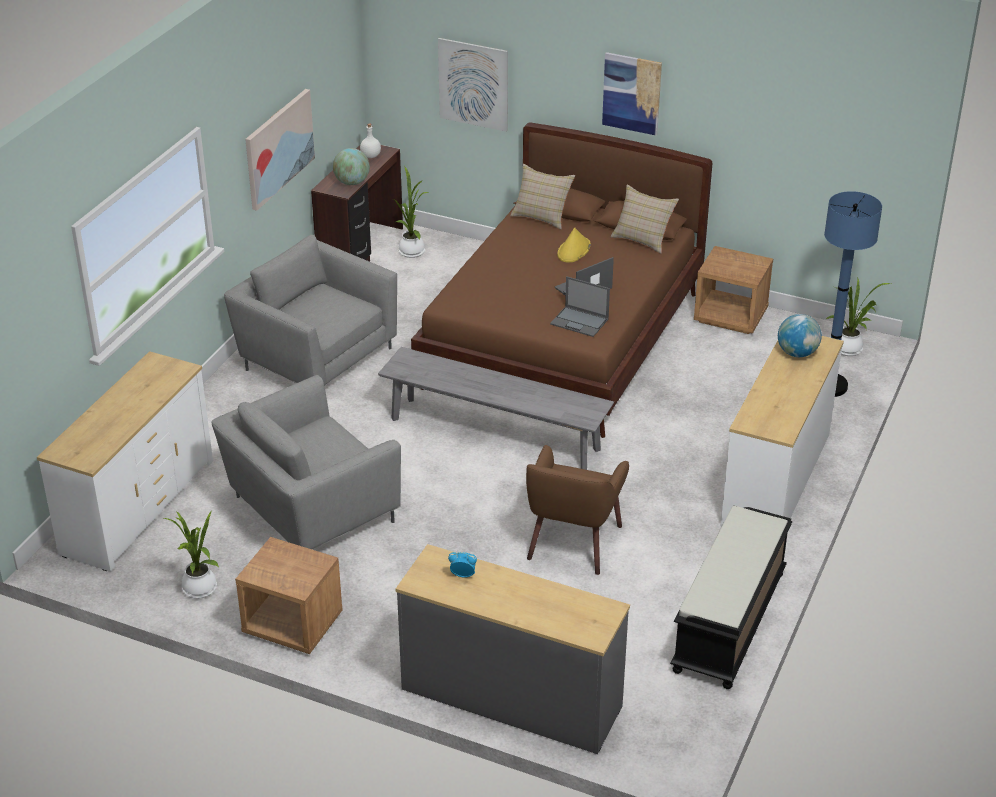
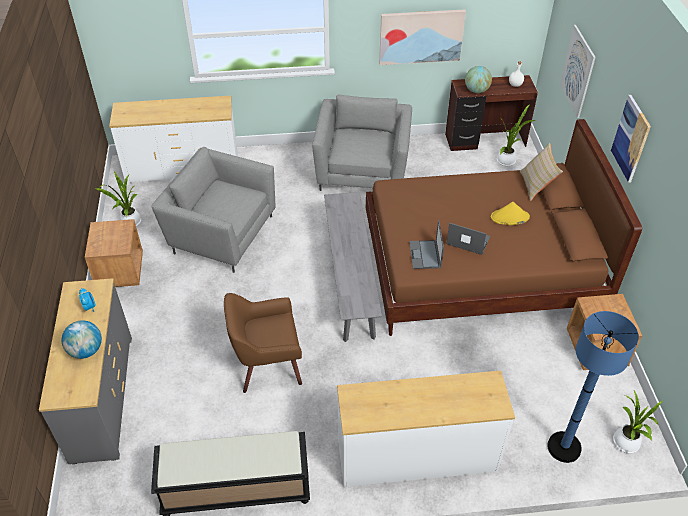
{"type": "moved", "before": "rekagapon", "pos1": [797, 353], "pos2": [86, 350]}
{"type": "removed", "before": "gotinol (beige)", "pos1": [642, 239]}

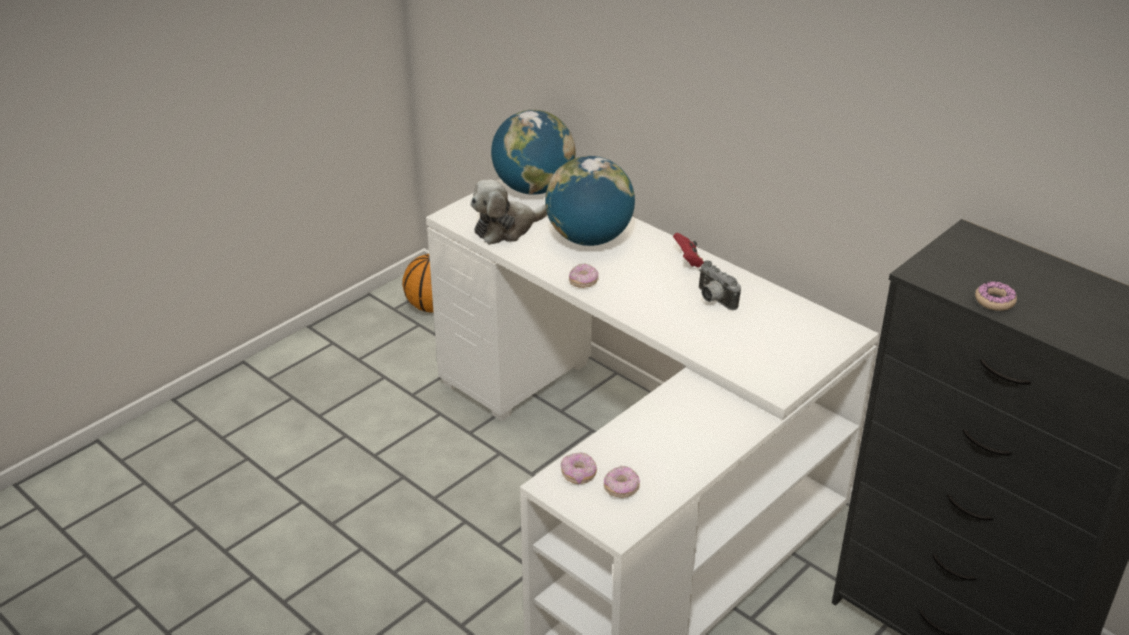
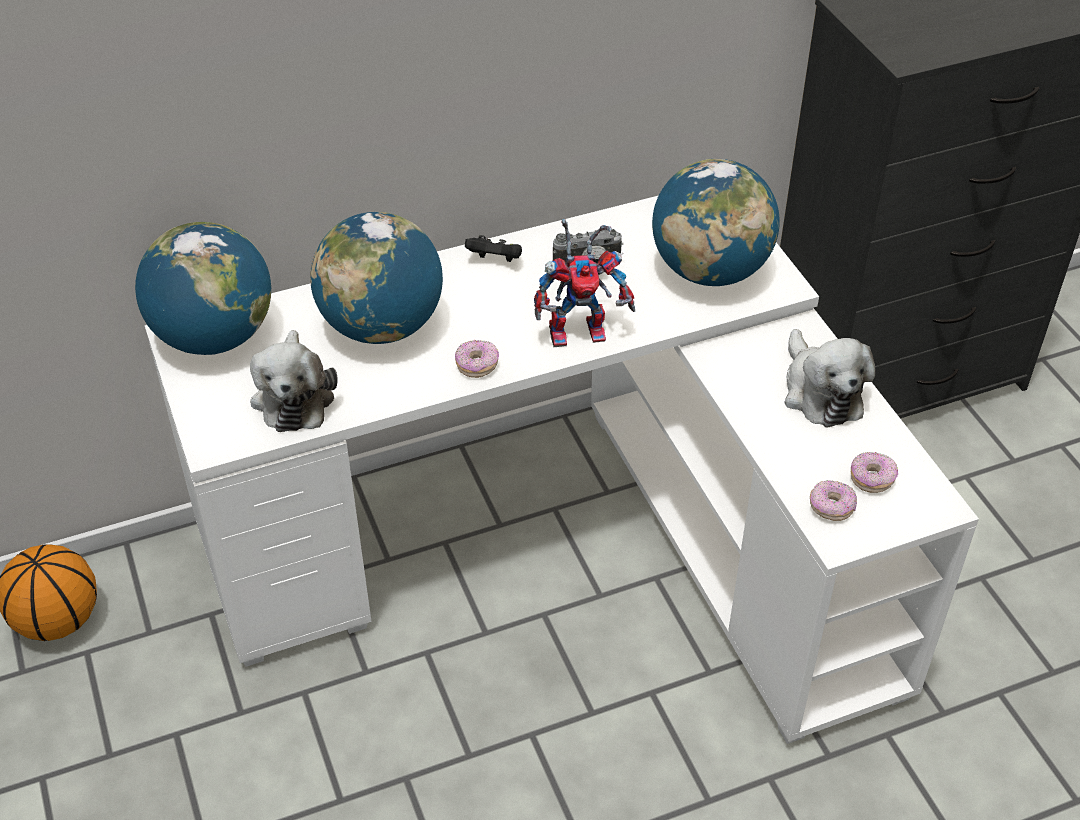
{"type": "recoloured", "before": "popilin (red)", "after": "popilin (black)", "pos1": [688, 261], "pos2": [495, 260]}
{"type": "added", "after": "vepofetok", "pos2": [581, 329]}
{"type": "added", "after": "rekagapon", "pos2": [710, 271]}
{"type": "added", "after": "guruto", "pos2": [820, 392]}
{"type": "removed", "before": "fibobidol", "pos1": [994, 301]}

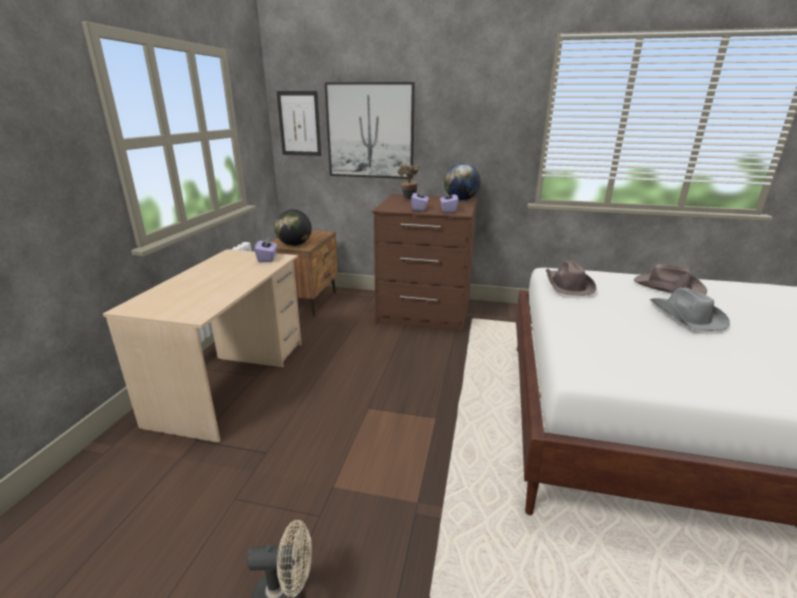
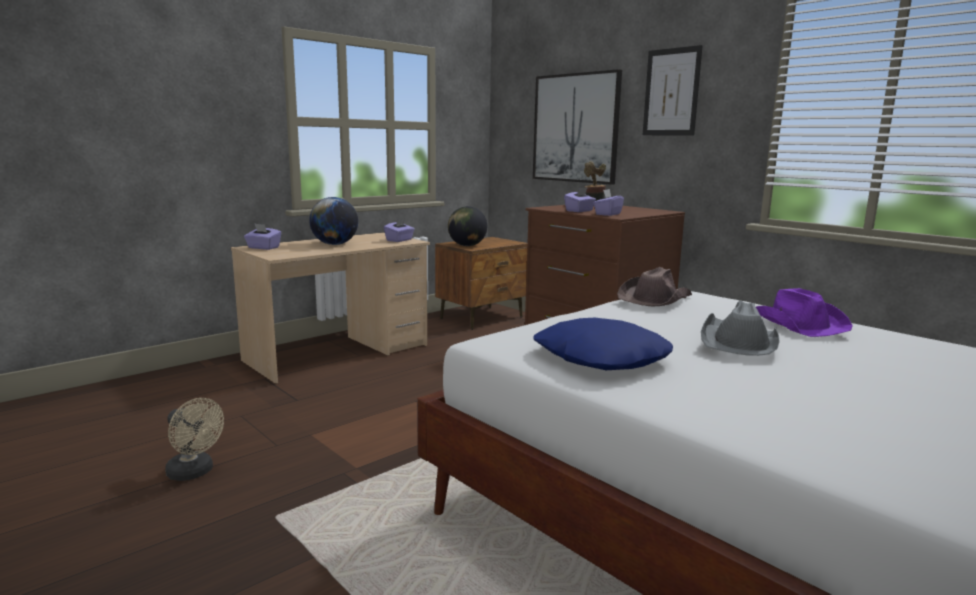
{"type": "added", "after": "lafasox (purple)", "pos2": [263, 248]}
{"type": "moved", "before": "rekagapon", "pos1": [461, 200], "pos2": [335, 244]}
{"type": "added", "after": "gotinol (blue)", "pos2": [600, 357]}
{"type": "moved", "before": "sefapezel", "pos1": [299, 124], "pos2": [671, 92]}
{"type": "recoloured", "before": "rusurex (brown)", "after": "rusurex (purple)", "pos1": [667, 287], "pos2": [799, 323]}

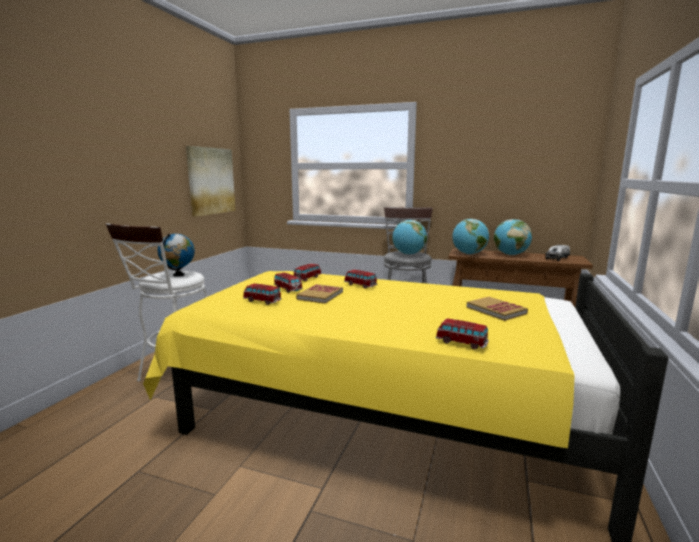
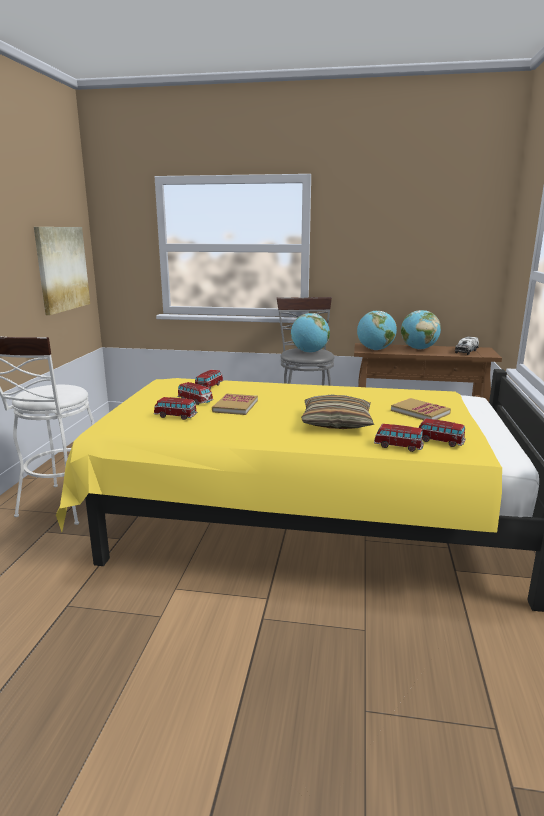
{"type": "added", "after": "gotinol", "pos2": [336, 423]}
{"type": "moved", "before": "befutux", "pos1": [360, 285], "pos2": [439, 441]}
{"type": "removed", "before": "rekagapon", "pos1": [179, 275]}

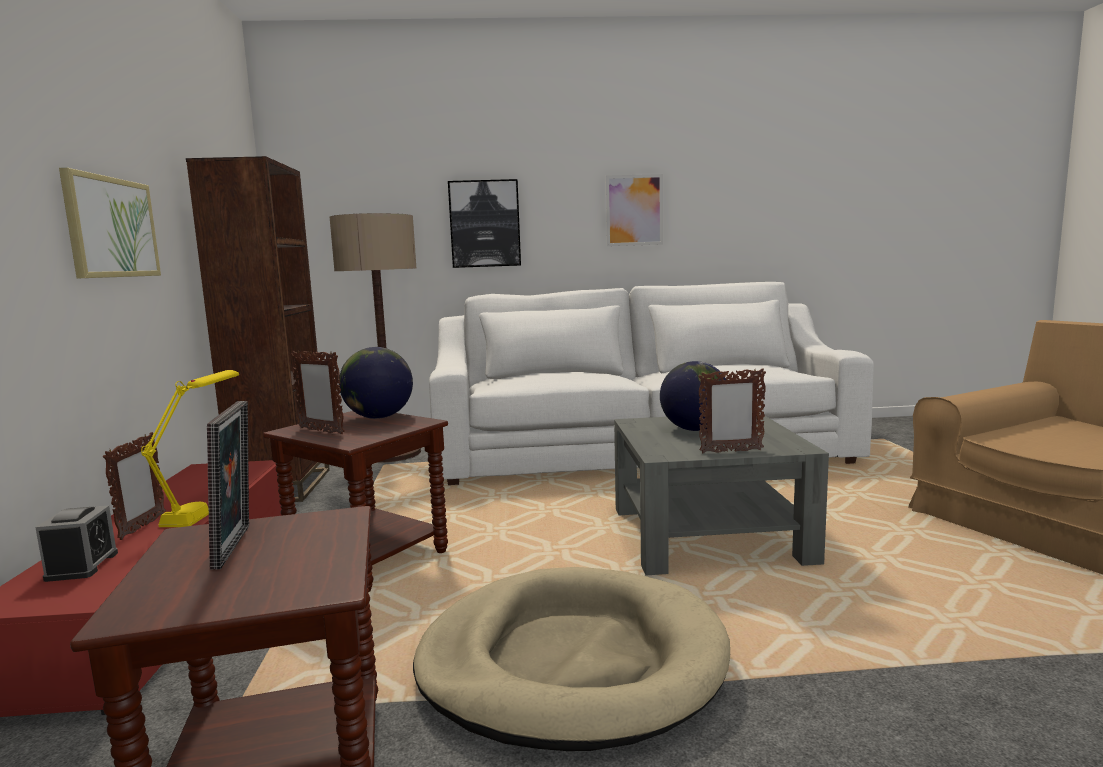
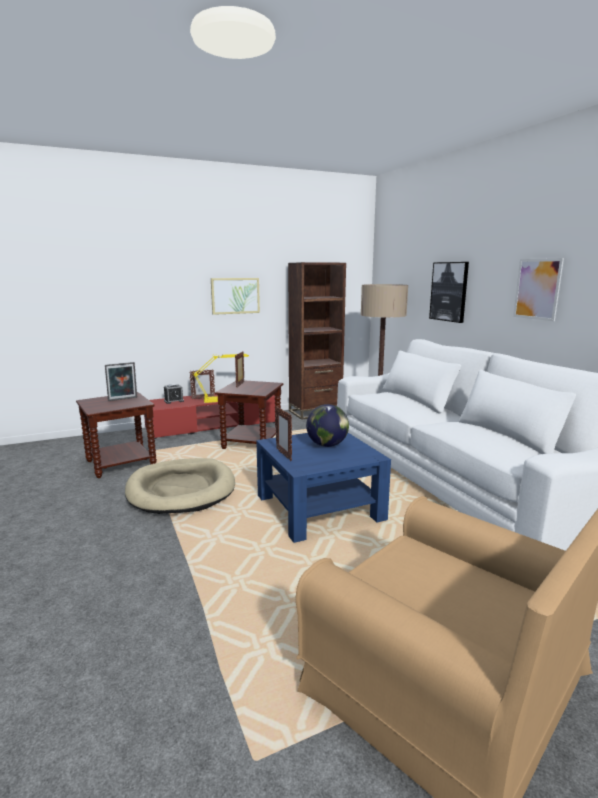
{"type": "recoloured", "before": "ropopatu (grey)", "after": "ropopatu (blue)", "pos1": [708, 534], "pos2": [319, 507]}
{"type": "removed", "before": "rekagapon", "pos1": [379, 417]}

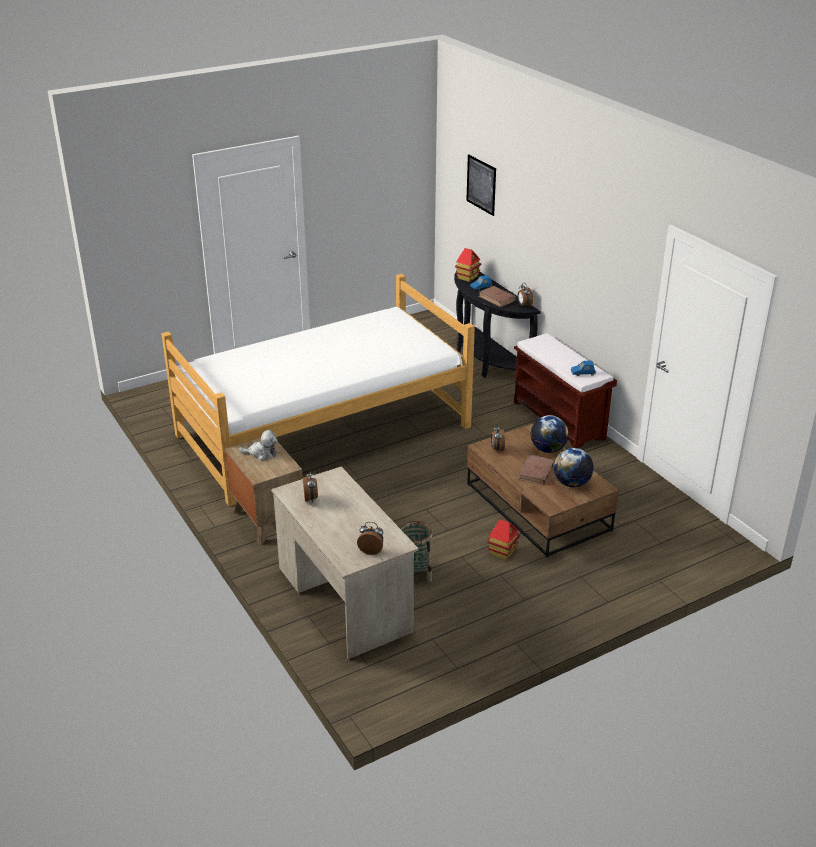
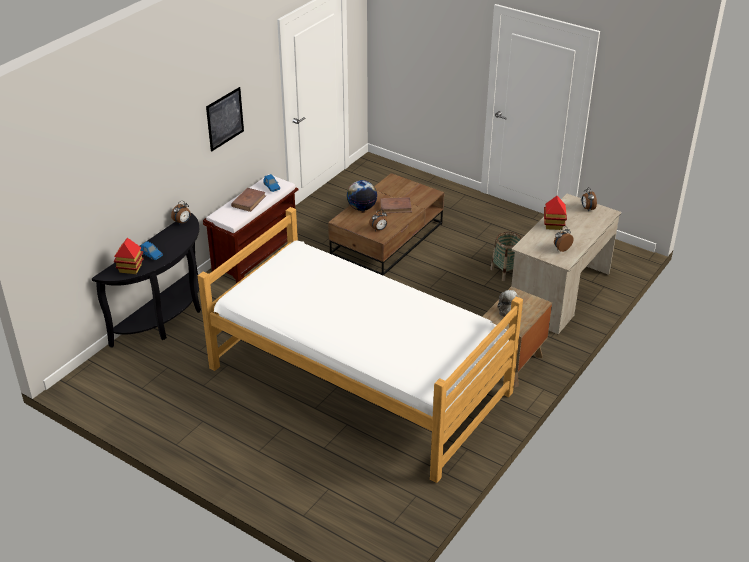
{"type": "moved", "before": "sefapezel", "pos1": [481, 184], "pos2": [225, 119]}
{"type": "moved", "before": "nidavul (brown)", "pos1": [497, 298], "pos2": [249, 201]}
{"type": "moved", "before": "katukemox", "pos1": [502, 552], "pos2": [553, 225]}
{"type": "removed", "before": "rekagapon", "pos1": [571, 483]}

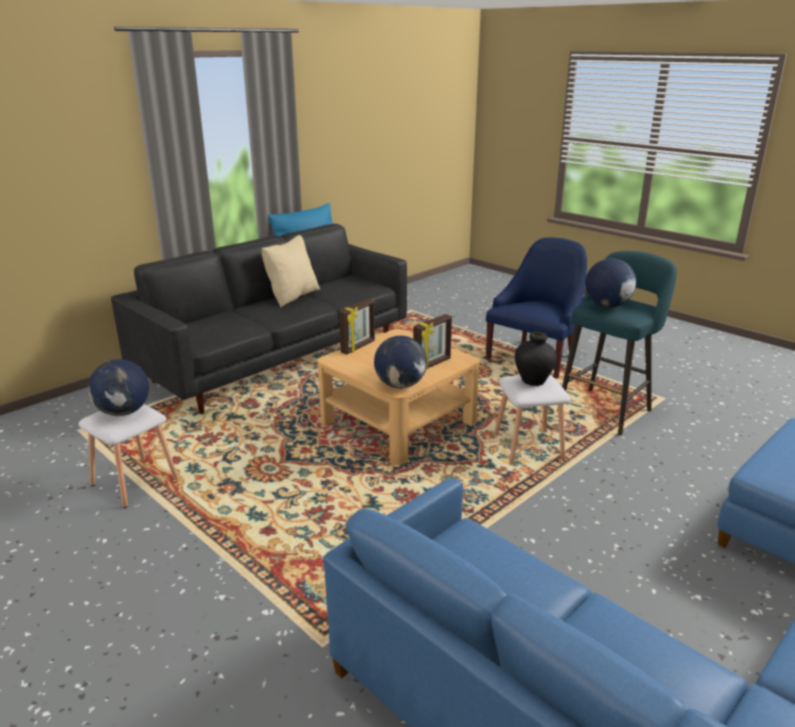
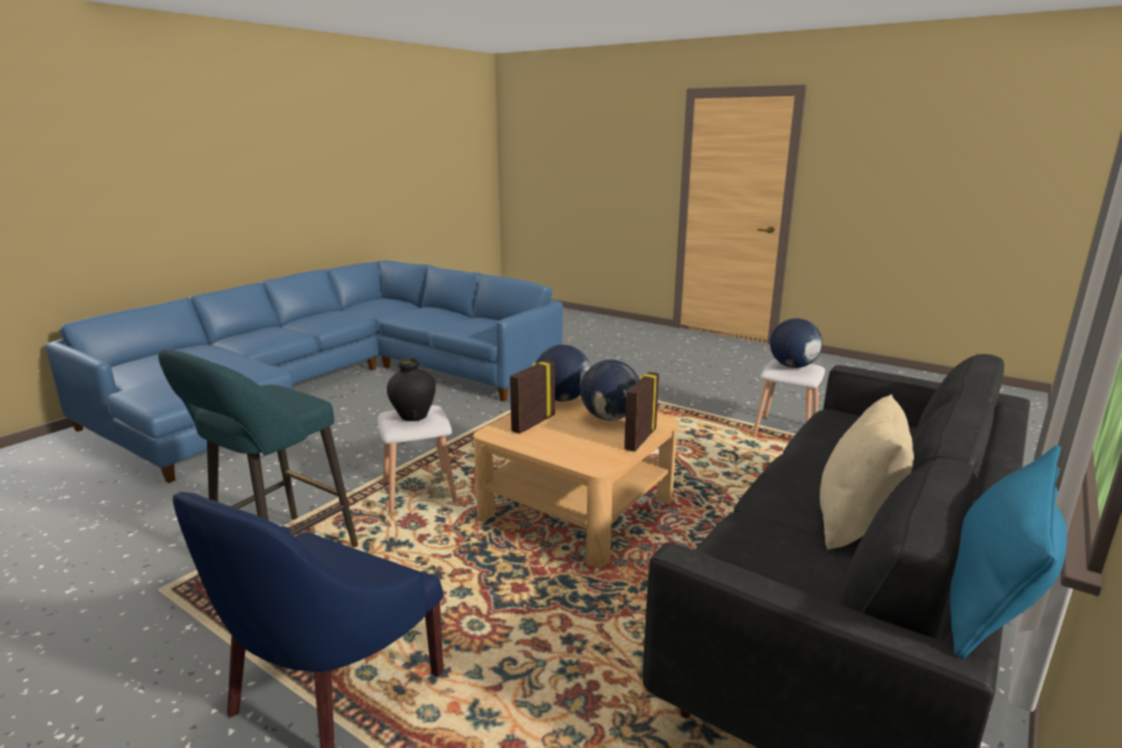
{"type": "moved", "before": "rekagapon", "pos1": [607, 306], "pos2": [610, 418]}

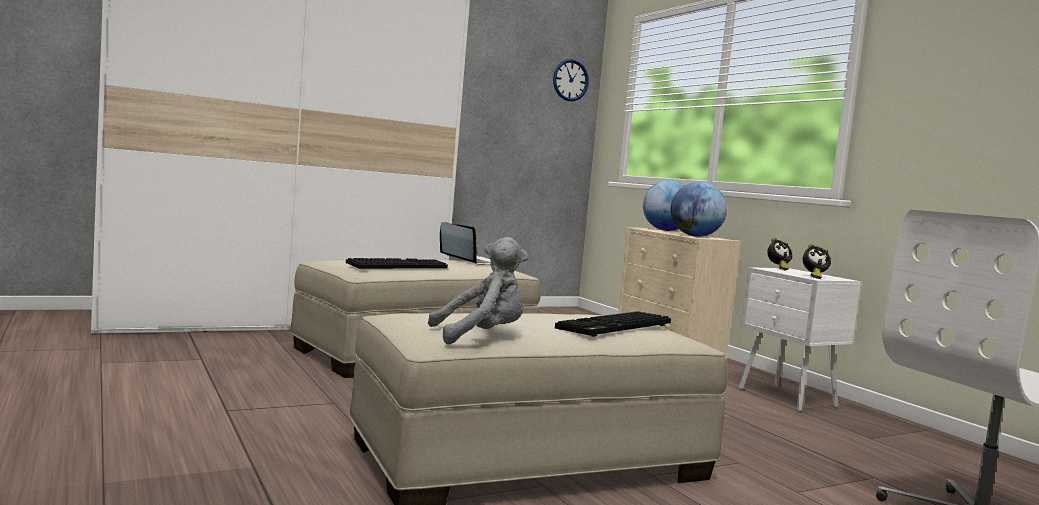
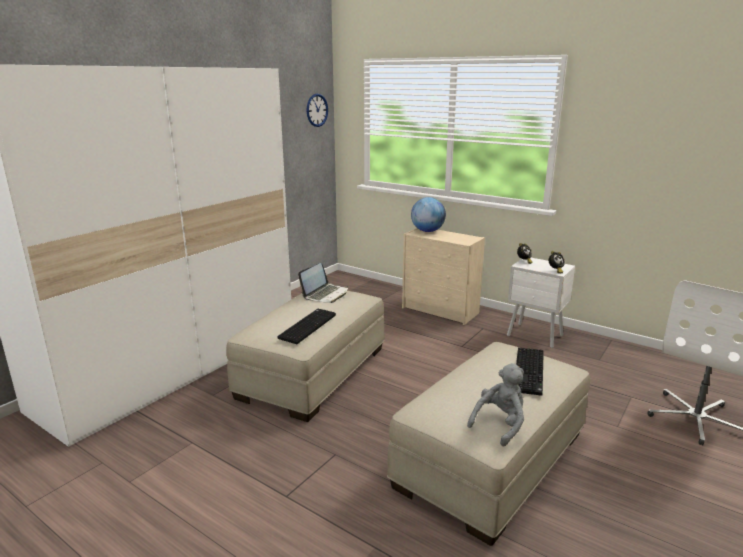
{"type": "turned", "before": "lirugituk", "pos1": [467, 261], "pos2": [325, 294], "turn": 105}
{"type": "removed", "before": "rekagapon", "pos1": [695, 236]}

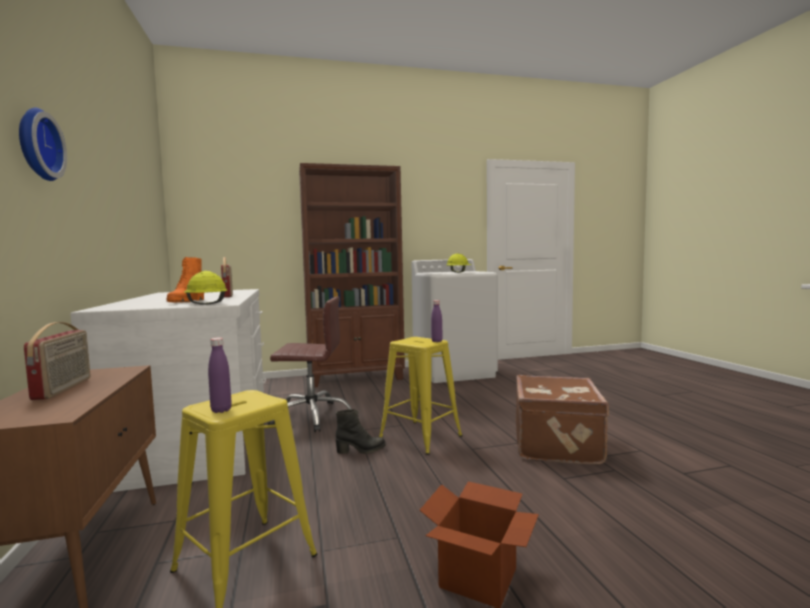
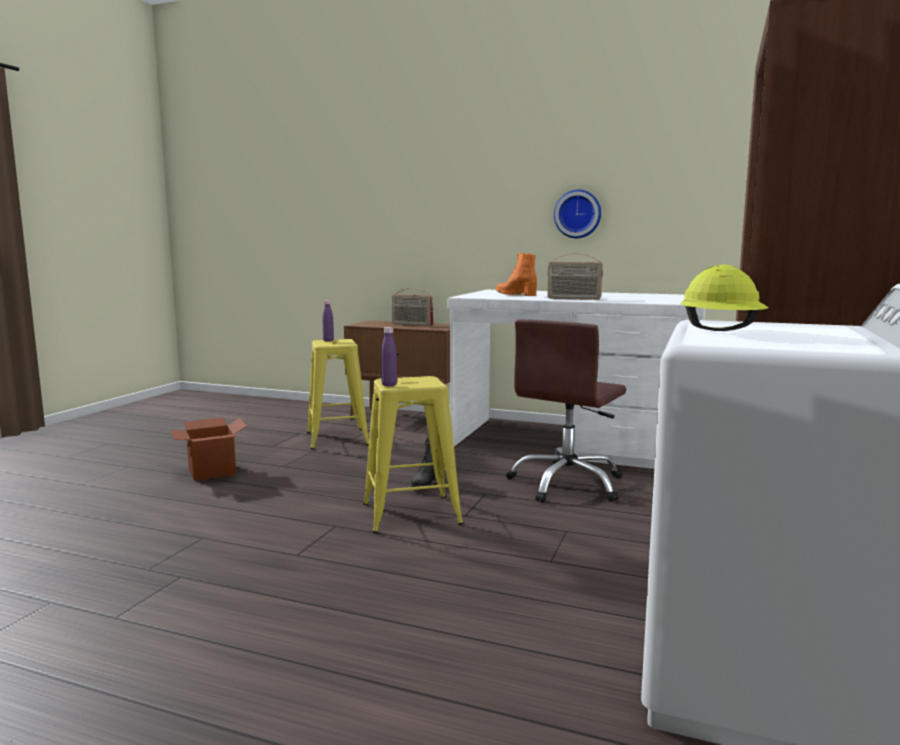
{"type": "moved", "before": "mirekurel", "pos1": [36, 144], "pos2": [578, 214]}
{"type": "removed", "before": "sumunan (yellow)", "pos1": [206, 304]}
{"type": "removed", "before": "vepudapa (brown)", "pos1": [558, 444]}

